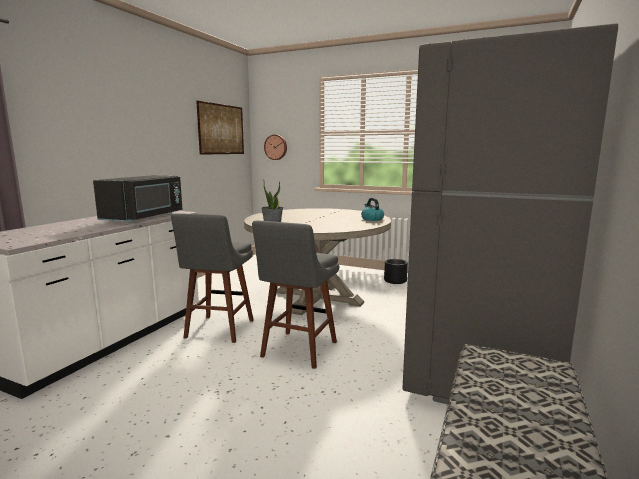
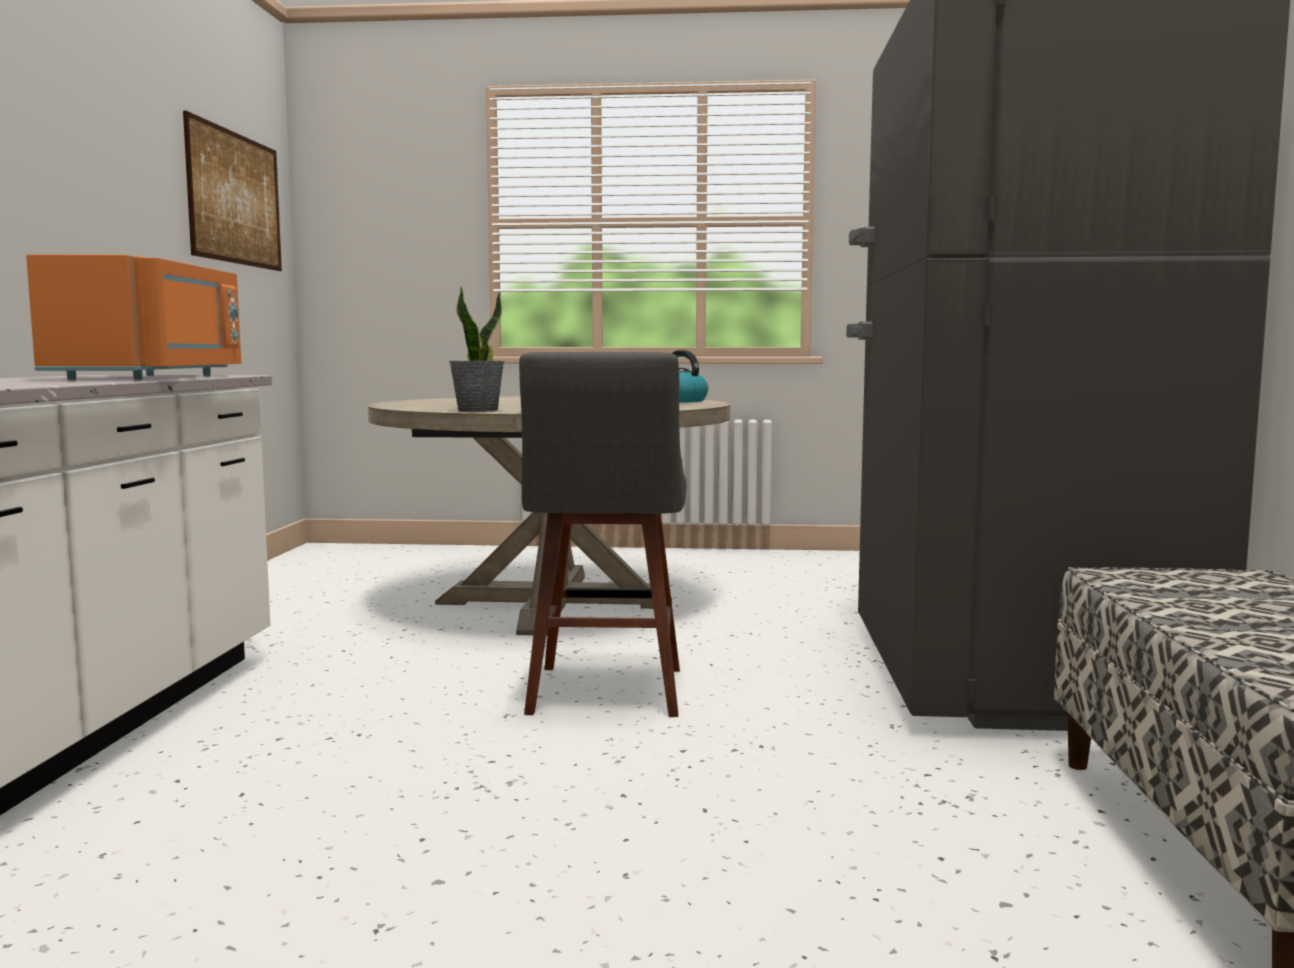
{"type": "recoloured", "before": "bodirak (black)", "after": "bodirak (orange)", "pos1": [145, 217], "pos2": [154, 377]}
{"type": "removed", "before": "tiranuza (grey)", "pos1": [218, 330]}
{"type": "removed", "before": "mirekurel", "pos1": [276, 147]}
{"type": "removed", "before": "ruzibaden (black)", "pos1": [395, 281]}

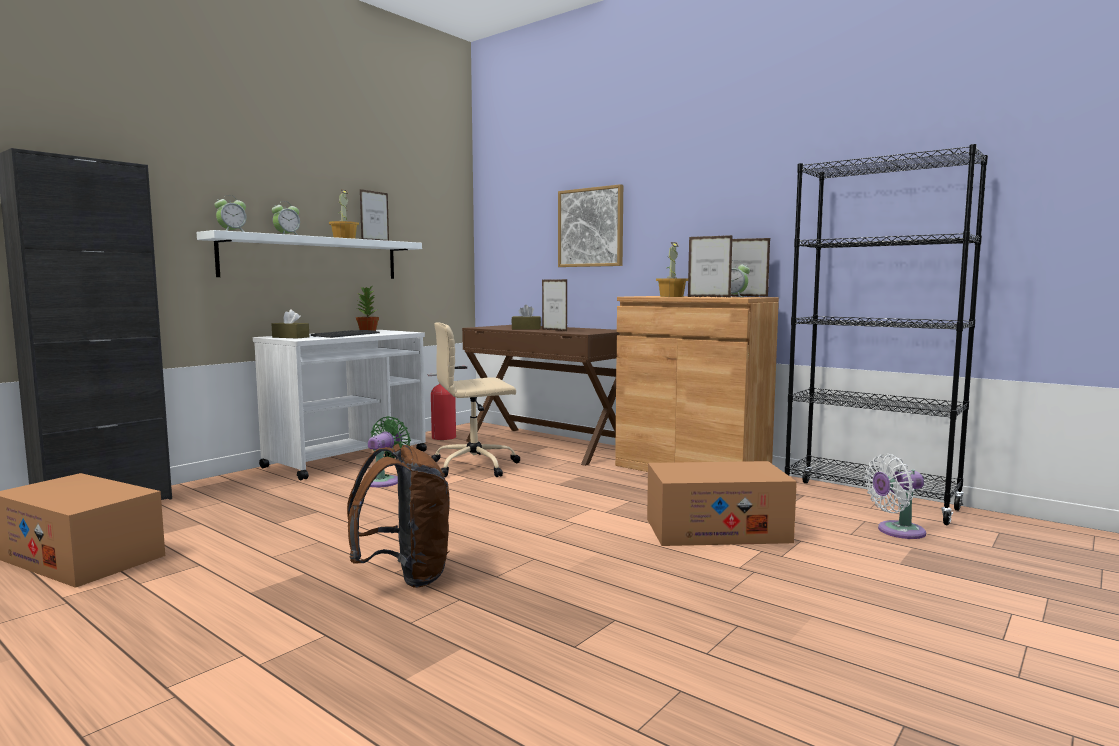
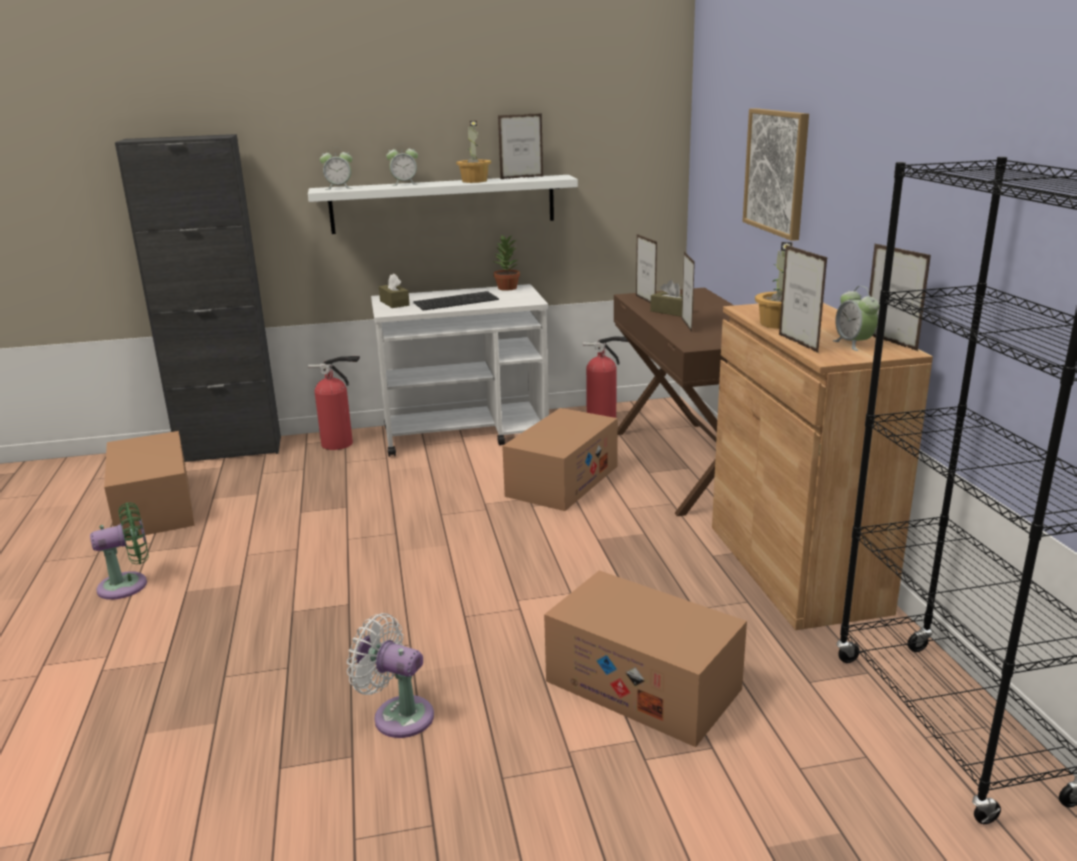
{"type": "moved", "before": "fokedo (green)", "pos1": [385, 481], "pos2": [128, 585]}
{"type": "added", "after": "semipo", "pos2": [340, 444]}
{"type": "moved", "before": "fokedo (white)", "pos1": [897, 531], "pos2": [398, 715]}
{"type": "replaced", "before": "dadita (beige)", "after": "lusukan", "pos1": [476, 466], "pos2": [562, 481]}
{"type": "added", "after": "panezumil", "pos2": [645, 301]}
{"type": "removed", "before": "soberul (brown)", "pos1": [405, 576]}

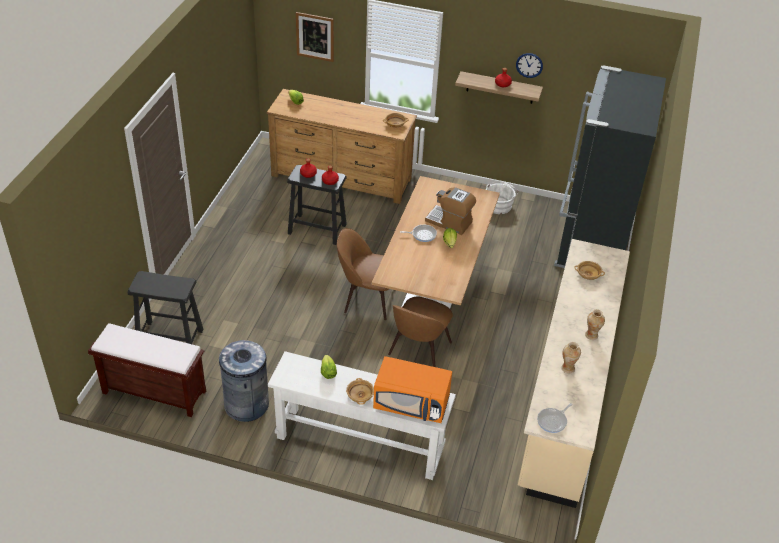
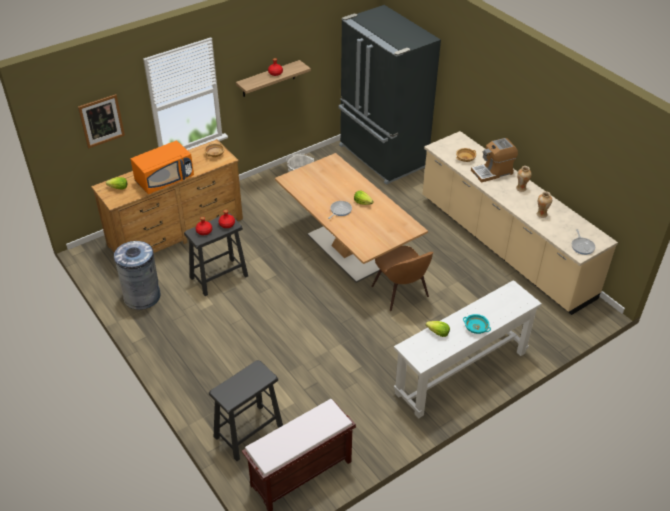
{"type": "moved", "before": "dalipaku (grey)", "pos1": [246, 404], "pos2": [142, 296]}
{"type": "moved", "before": "bodirak (orange)", "pos1": [412, 403], "pos2": [165, 179]}
{"type": "recoloured", "before": "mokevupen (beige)", "after": "mokevupen (turquoise)", "pos1": [359, 395], "pos2": [475, 328]}
{"type": "moved", "before": "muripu", "pos1": [449, 222], "pos2": [492, 172]}
{"type": "removed", "before": "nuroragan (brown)", "pos1": [367, 299]}
{"type": "removed", "before": "mirekurel", "pos1": [529, 65]}

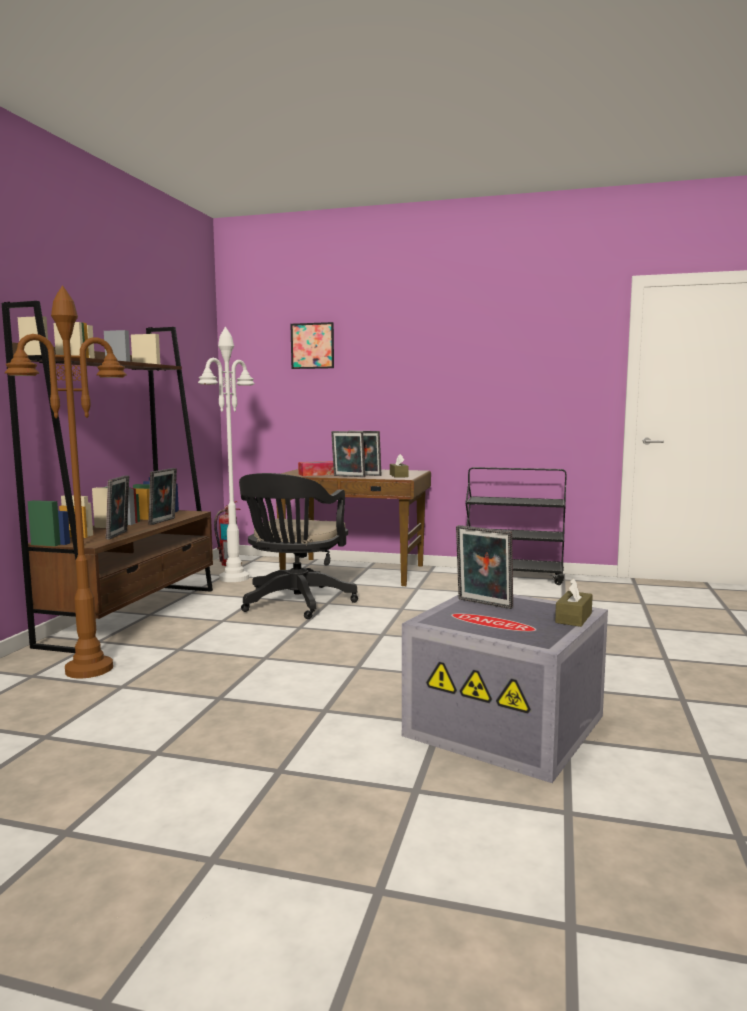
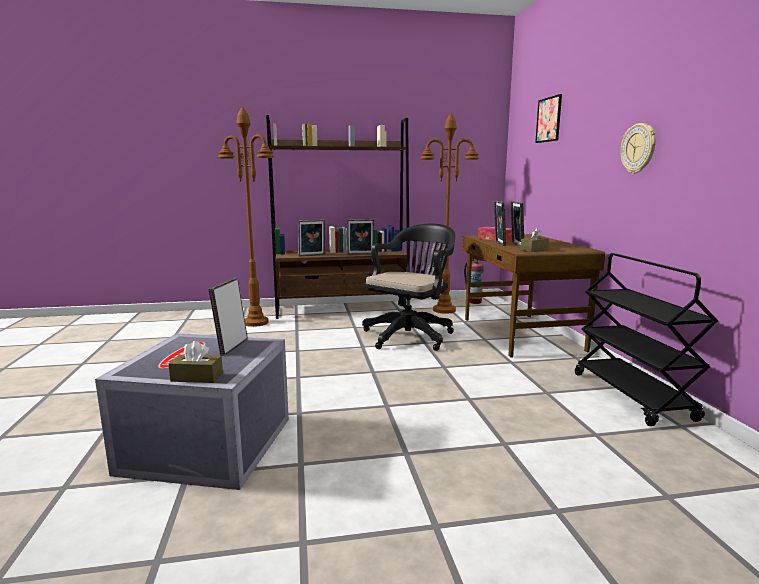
{"type": "turned", "before": "dadita (black)", "pos1": [295, 604], "pos2": [410, 335], "turn": 135}
{"type": "recoloured", "before": "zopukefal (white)", "after": "zopukefal (brown)", "pos1": [234, 578], "pos2": [444, 310]}
{"type": "added", "after": "mirekurel", "pos2": [638, 148]}

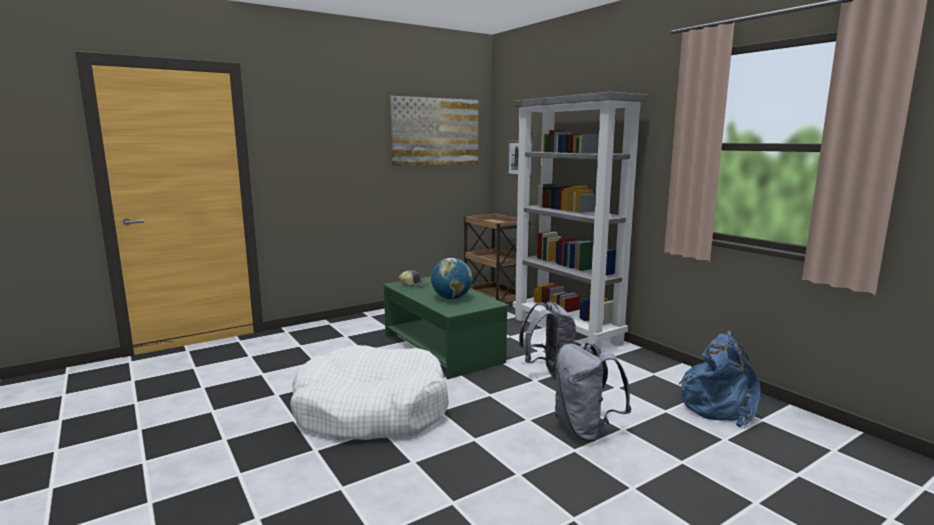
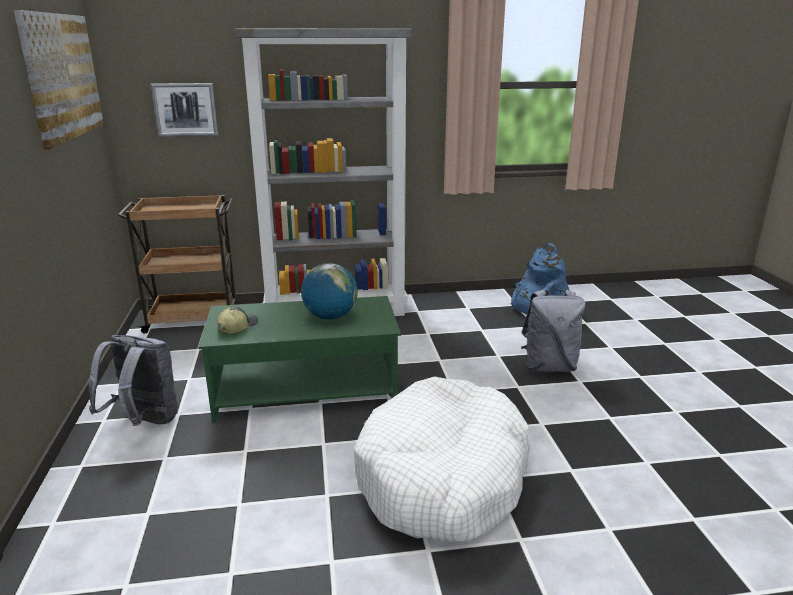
{"type": "moved", "before": "soberul (grey)", "pos1": [548, 371], "pos2": [144, 422]}

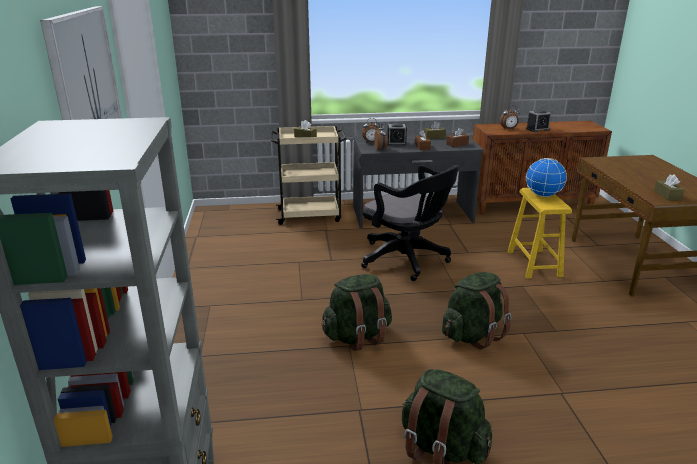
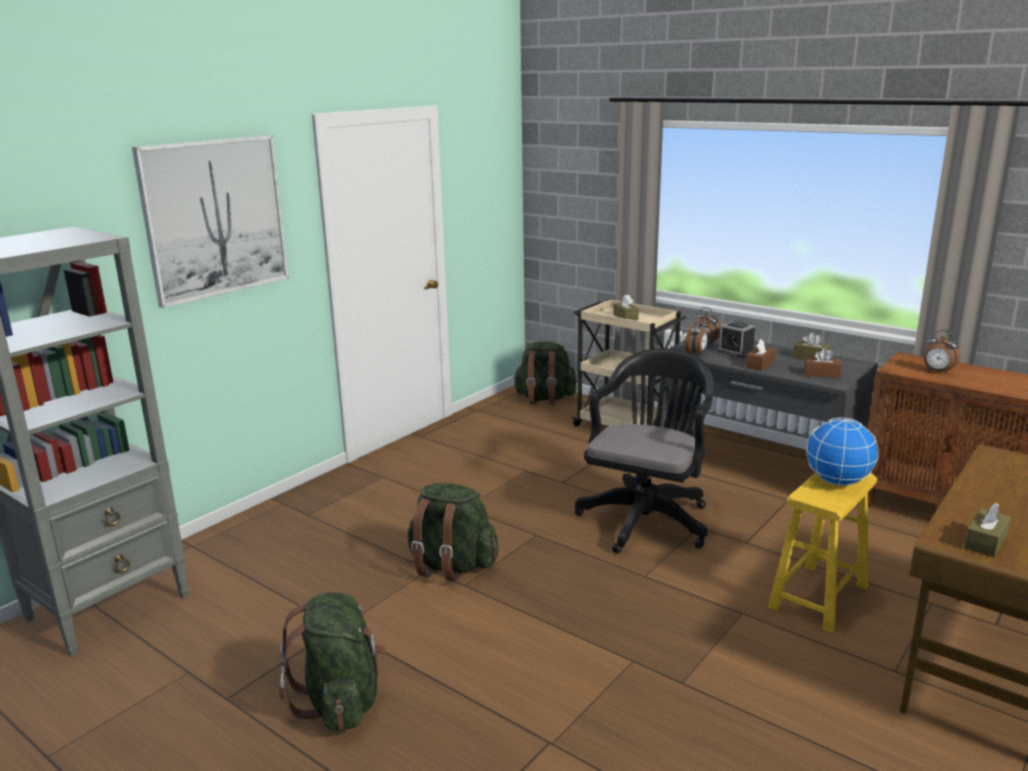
{"type": "moved", "before": "soberul (green)", "pos1": [472, 335], "pos2": [544, 399]}
{"type": "turned", "before": "dadita (black)", "pos1": [407, 260], "pos2": [647, 518], "turn": -150}
{"type": "removed", "before": "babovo", "pos1": [537, 129]}

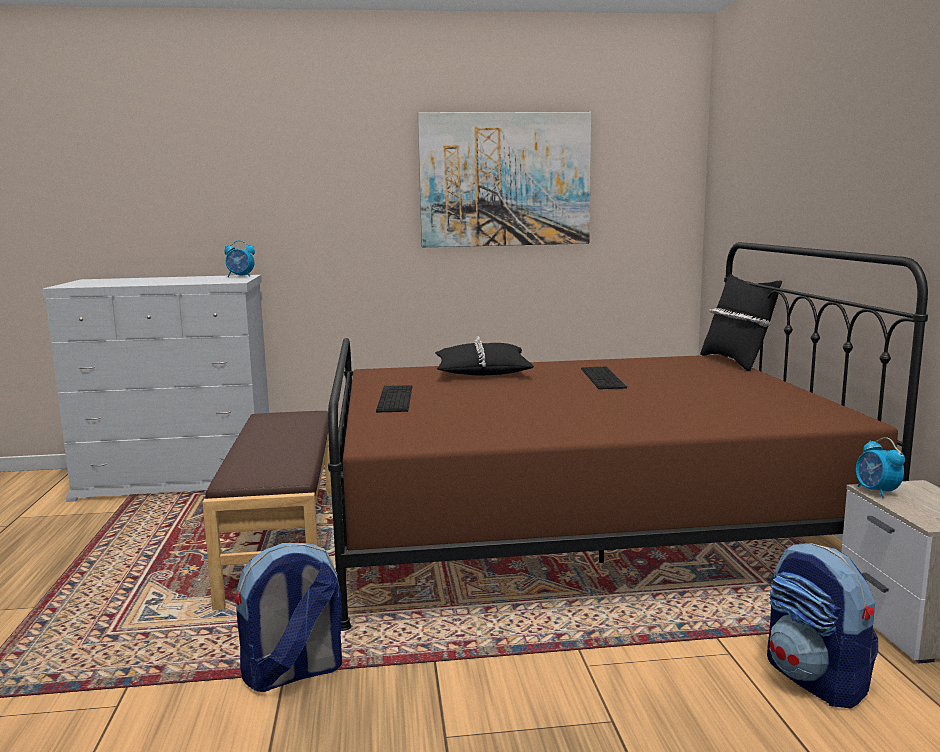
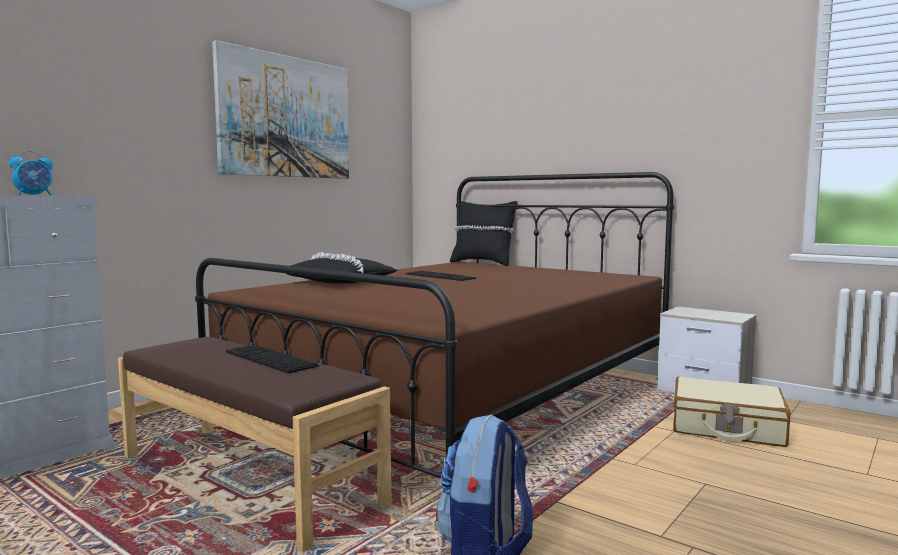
{"type": "moved", "before": "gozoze", "pos1": [395, 399], "pos2": [270, 359]}
{"type": "replaced", "before": "soberul", "after": "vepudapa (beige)", "pos1": [816, 680], "pos2": [726, 427]}
{"type": "removed", "before": "babovo", "pos1": [876, 492]}

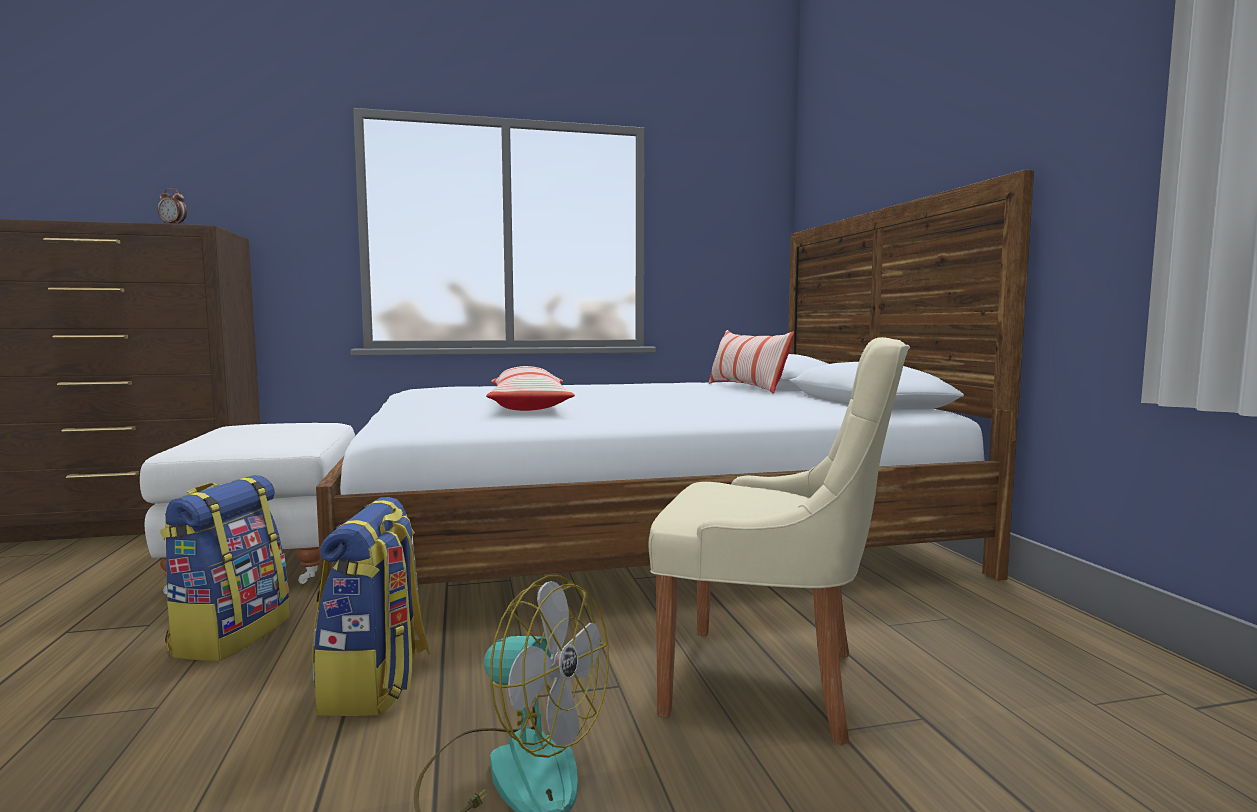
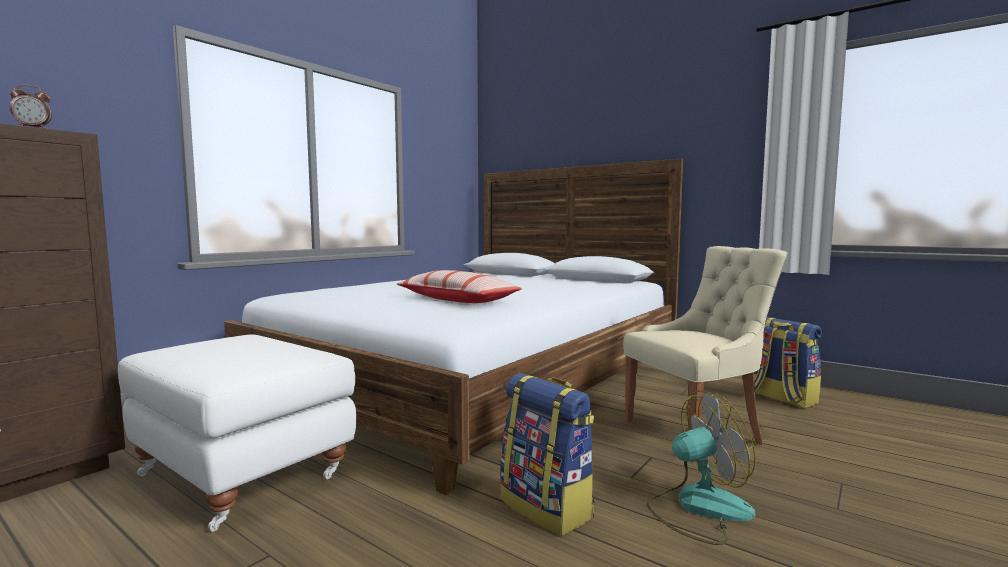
{"type": "moved", "before": "soberul", "pos1": [230, 636], "pos2": [782, 398]}
{"type": "removed", "before": "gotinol", "pos1": [746, 388]}

